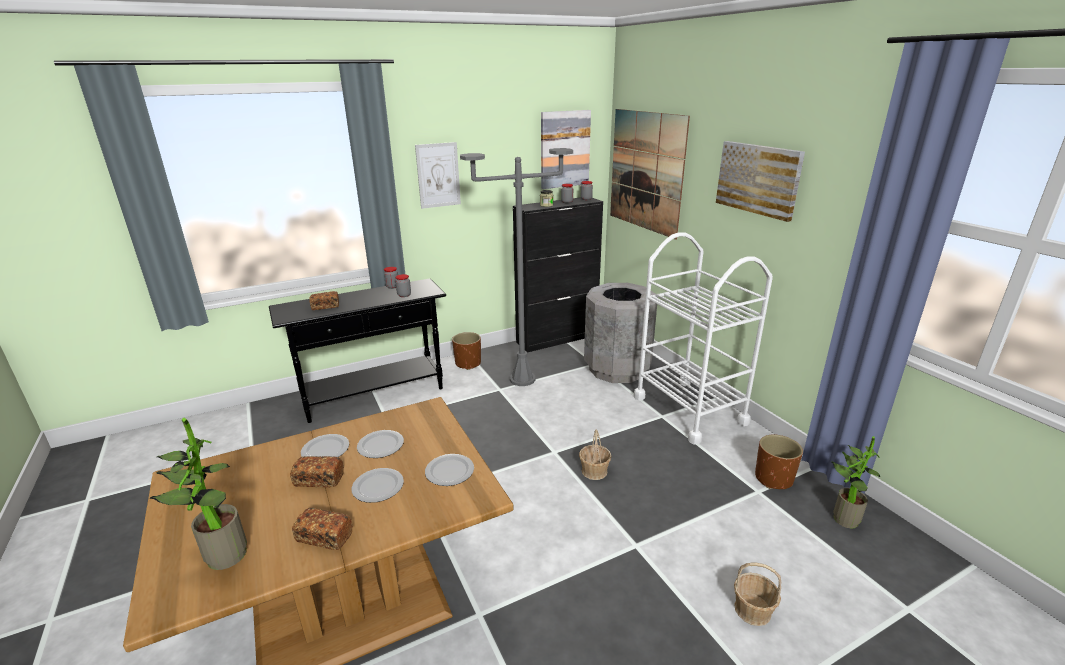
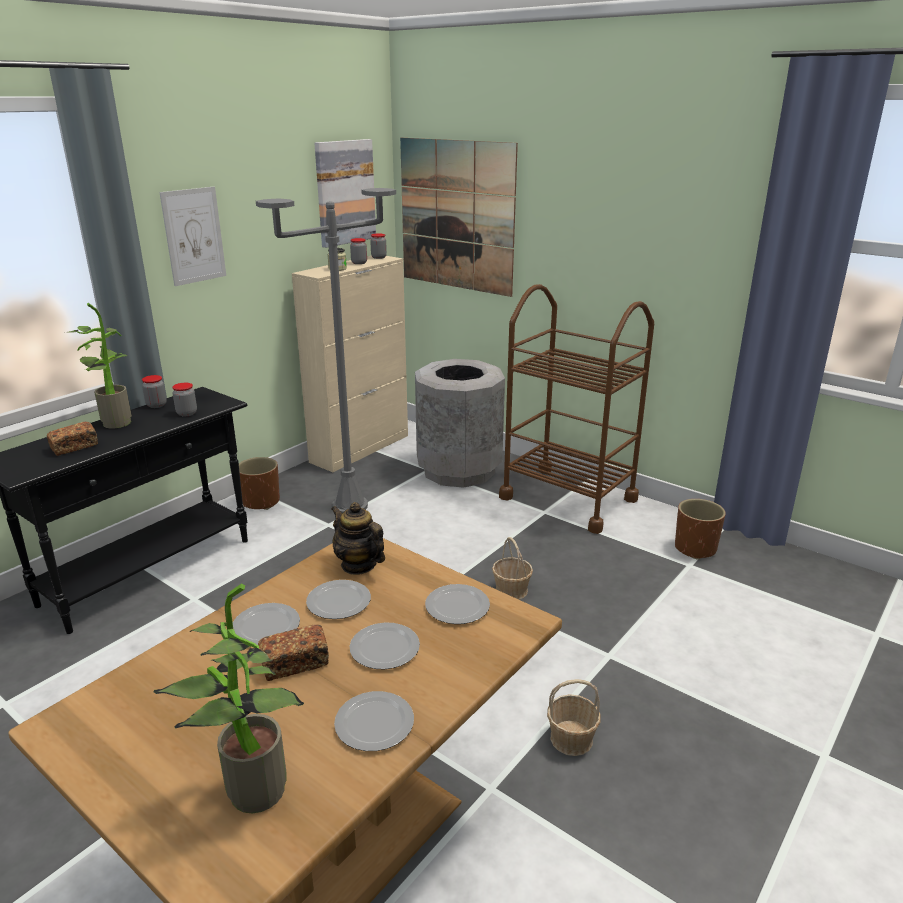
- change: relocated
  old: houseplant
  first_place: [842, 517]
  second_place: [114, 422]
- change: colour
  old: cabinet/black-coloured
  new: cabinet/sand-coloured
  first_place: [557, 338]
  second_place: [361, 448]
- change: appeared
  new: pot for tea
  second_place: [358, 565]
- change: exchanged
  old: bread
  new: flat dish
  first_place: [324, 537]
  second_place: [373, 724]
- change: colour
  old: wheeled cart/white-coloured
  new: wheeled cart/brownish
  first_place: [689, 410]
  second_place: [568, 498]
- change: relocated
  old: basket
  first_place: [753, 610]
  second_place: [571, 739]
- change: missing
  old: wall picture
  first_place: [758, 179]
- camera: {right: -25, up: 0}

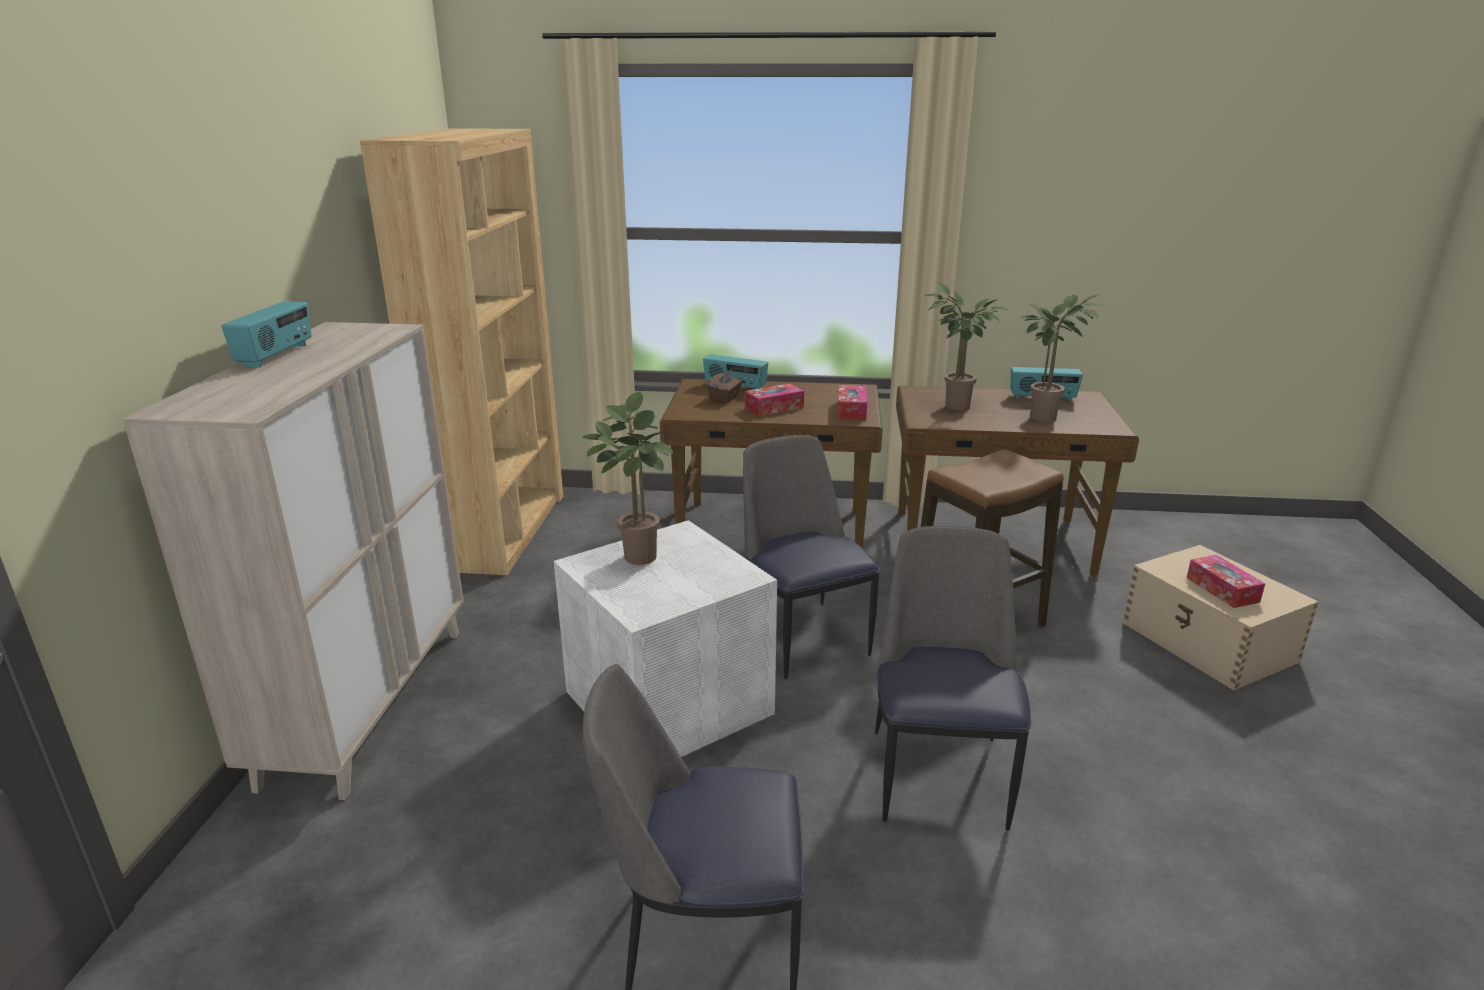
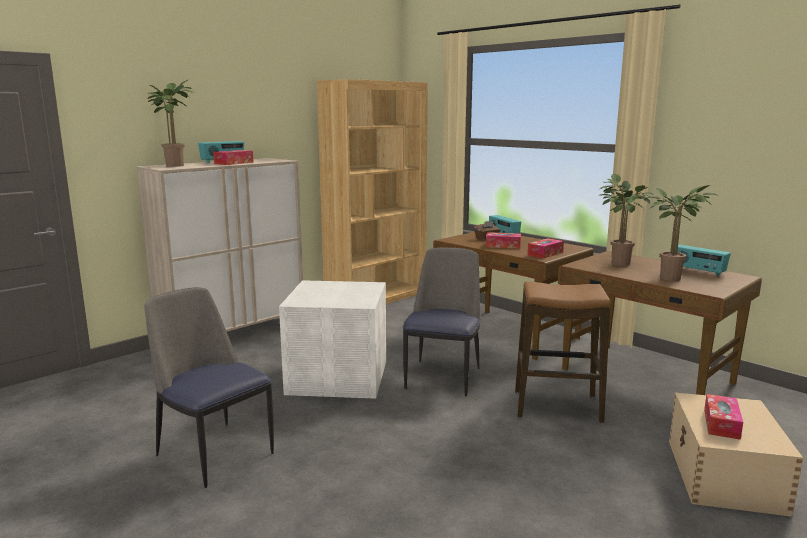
- change: relocated
  old: houseplant
  first_place: [635, 555]
  second_place: [175, 165]
- change: appeared
  new: box of tissues
  second_place: [234, 163]
- change: missing
  old: chair
  first_place: [939, 774]
- camera: {right: 40, up: -10}

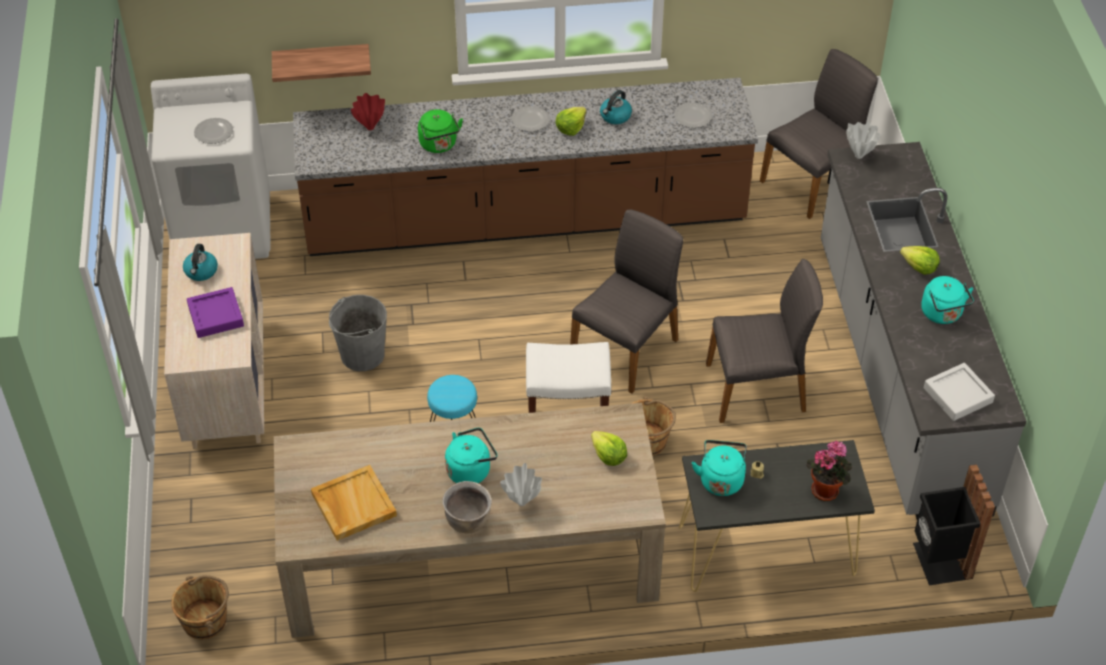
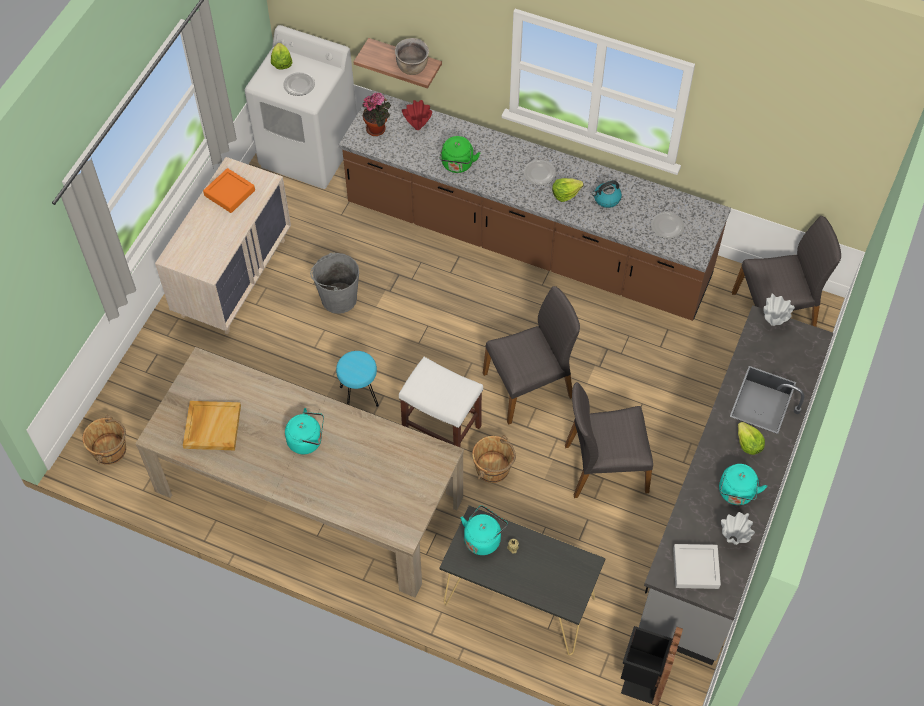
- change: exchanged
  old: water kettle
  new: carrying tray/orange-coloured
  first_place: [201, 271]
  second_place: [229, 193]
- change: relocated
  old: lettuce head
  first_place: [608, 456]
  second_place: [281, 62]
- change: relocated
  old: houseplant
  first_place: [826, 489]
  second_place: [377, 129]
- change: relocated
  old: saucepot/brownish
  first_place: [468, 521]
  second_place: [412, 68]
- change: spun
  old: chair/greyish
  first_place: [757, 388]
  second_place: [604, 467]
  degrees: 150
- change: relocated
  old: decorative vase/white-coloured
  first_place: [521, 503]
  second_place: [732, 540]
- change: missing
  old: carrying tray/purple-coloured
  first_place: [216, 316]
- camera: {right: 30, up: 10}

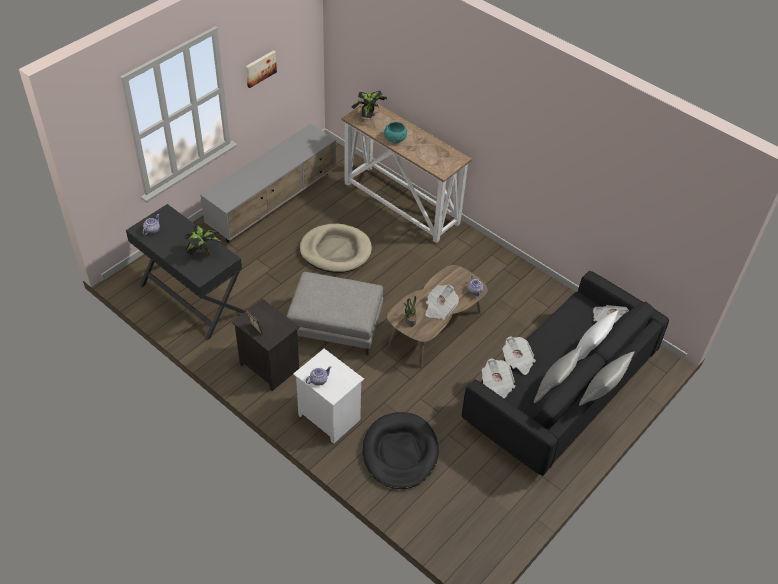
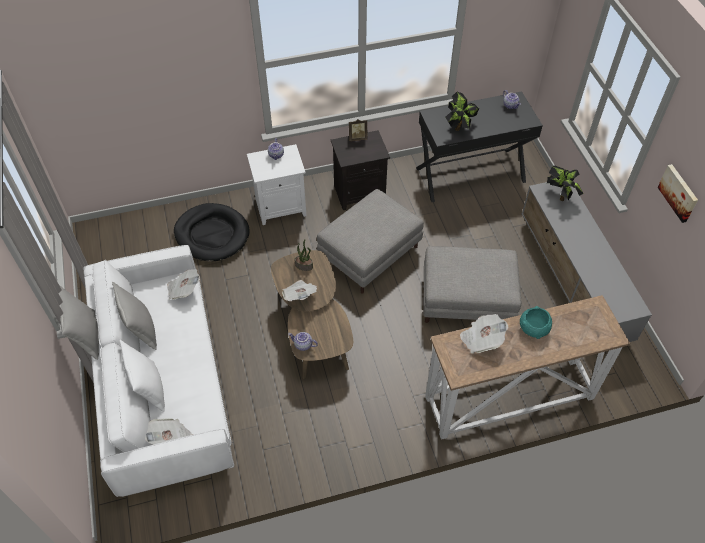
- change: colour
  old: couch/black-coloured
  new: couch/white-coloured
  first_place: [559, 391]
  second_place: [165, 384]
- change: exchanged
  old: dog cushion/sand-coloured
  new: footrest/greyish
  first_place: [335, 251]
  second_place: [468, 300]
- change: relocated
  old: printed paper
  first_place: [517, 361]
  second_place: [481, 339]
- change: relocated
  old: houseplant
  first_place: [369, 116]
  second_place: [560, 195]
- camera: {right: 125, up: 5}

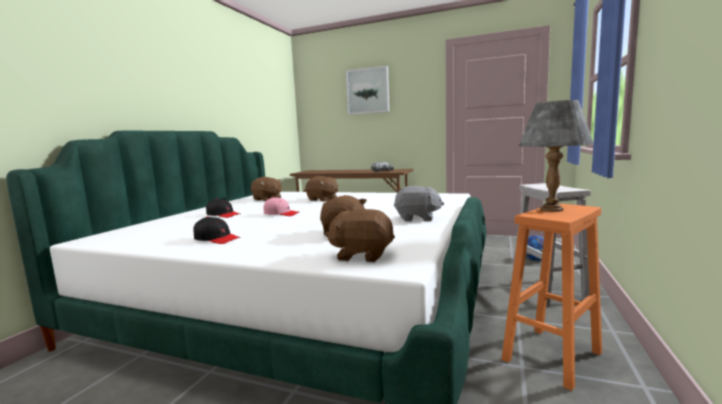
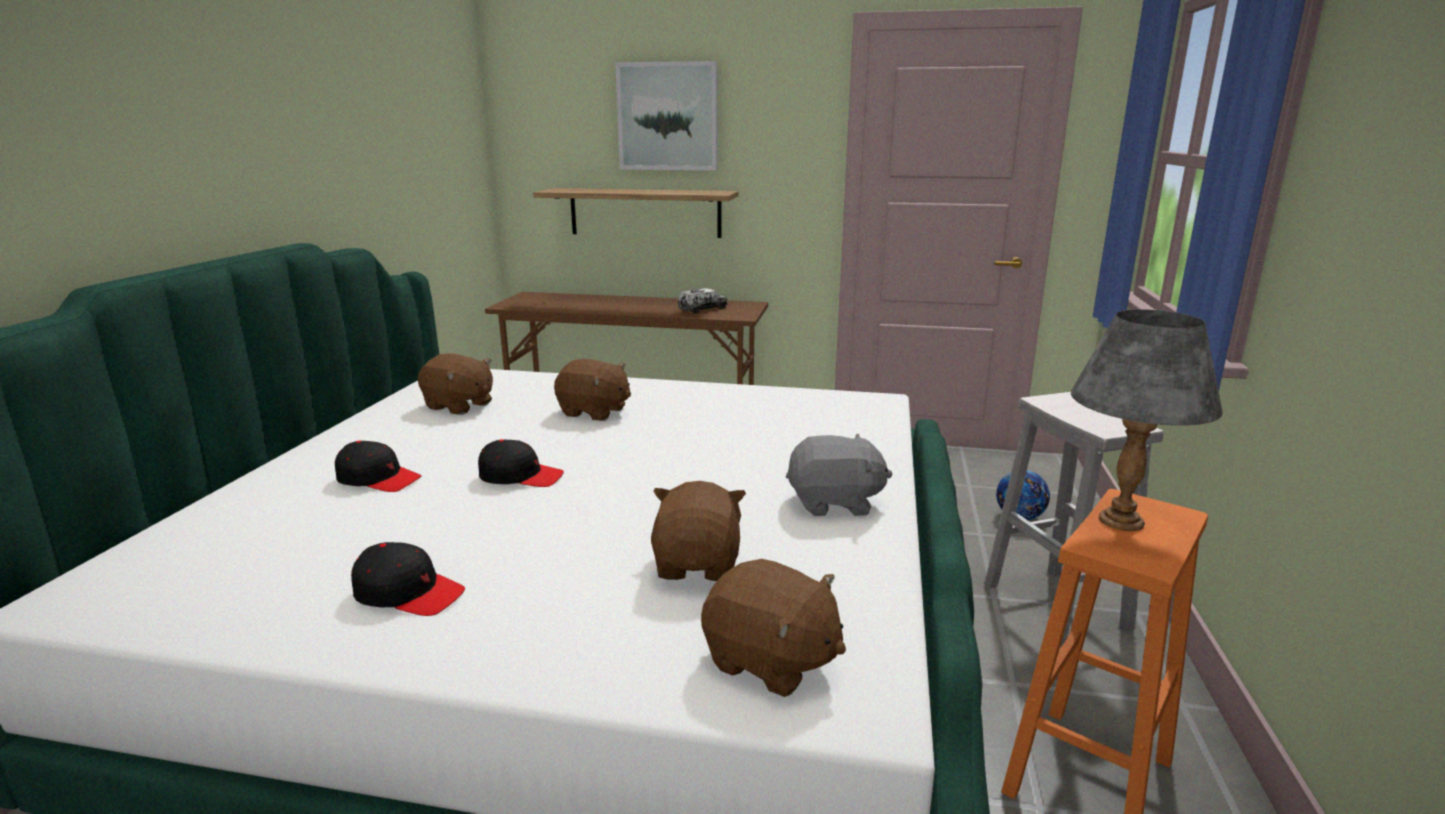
- change: colour
  old: cap/pinkish
  new: cap/black-coloured
  first_place: [281, 214]
  second_place: [520, 476]
- change: appeared
  new: shelf
  second_place: [645, 212]
- change: spun
  old: soft toy/brownish
  first_place: [362, 255]
  second_place: [771, 661]
  degrees: -150
- camera: {right: -10, up: 10}

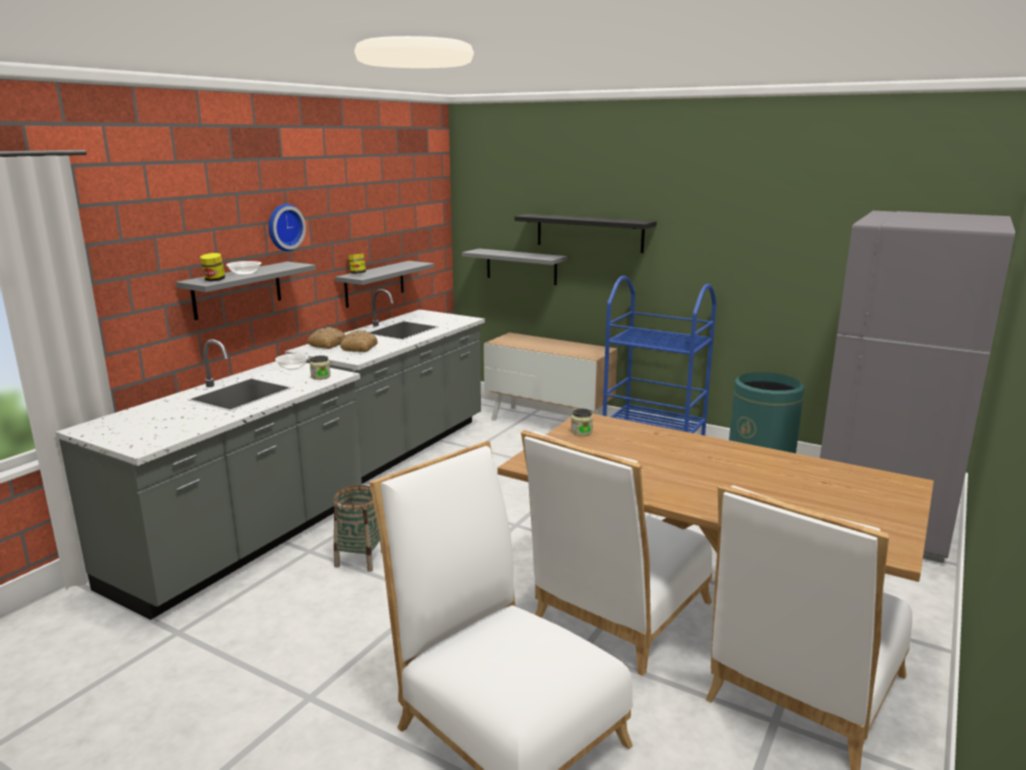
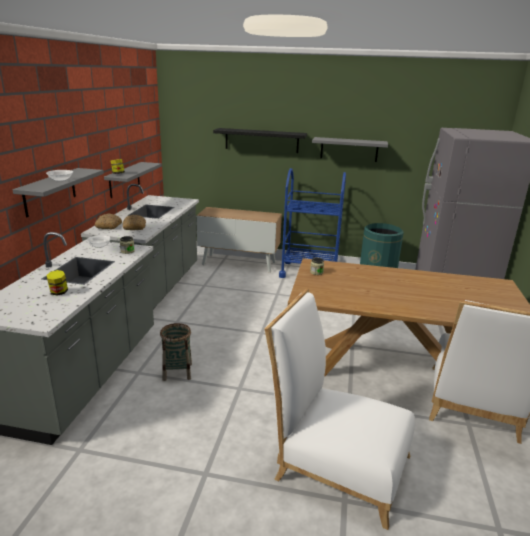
- change: relocated
  old: preserve jar
  first_place: [214, 280]
  second_place: [59, 292]
- change: relocated
  old: shelf/greyish
  first_place: [521, 266]
  second_place: [349, 149]
- change: missing
  old: clock on the wall
  first_place: [283, 227]
- change: missing
  old: chair/white-coloured
  first_place: [616, 618]
- camera: {right: -20, up: 5}

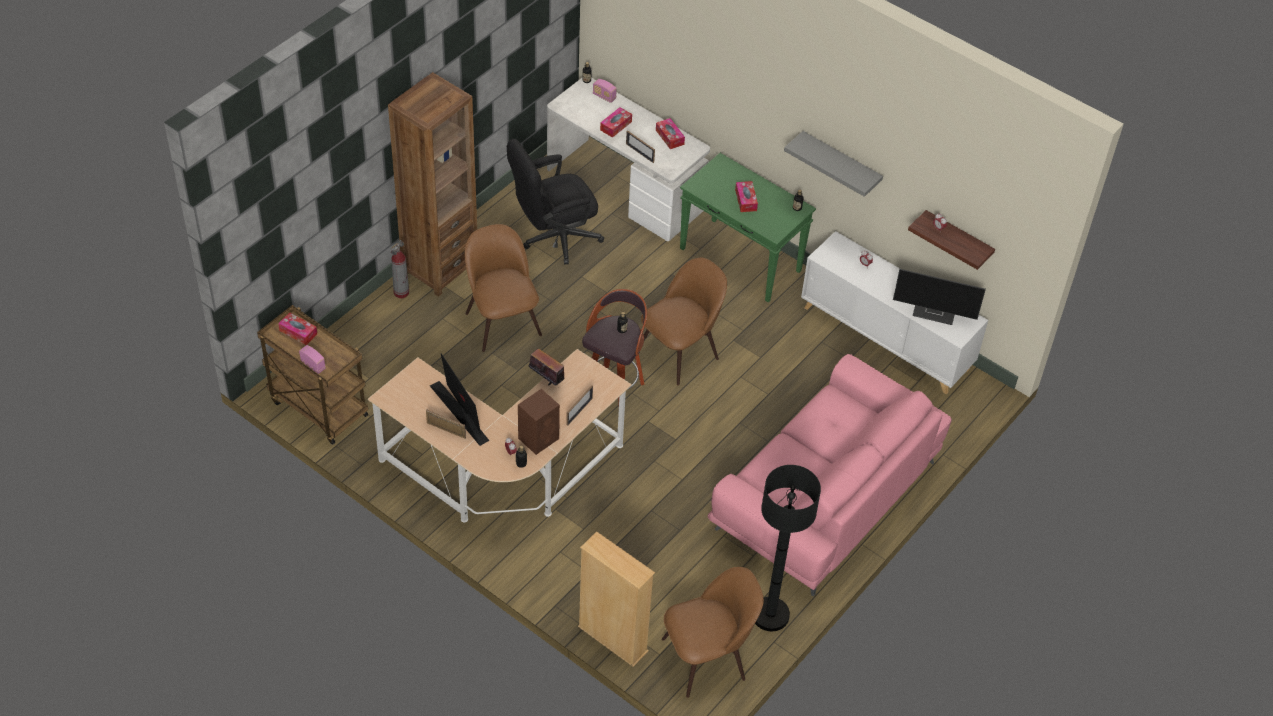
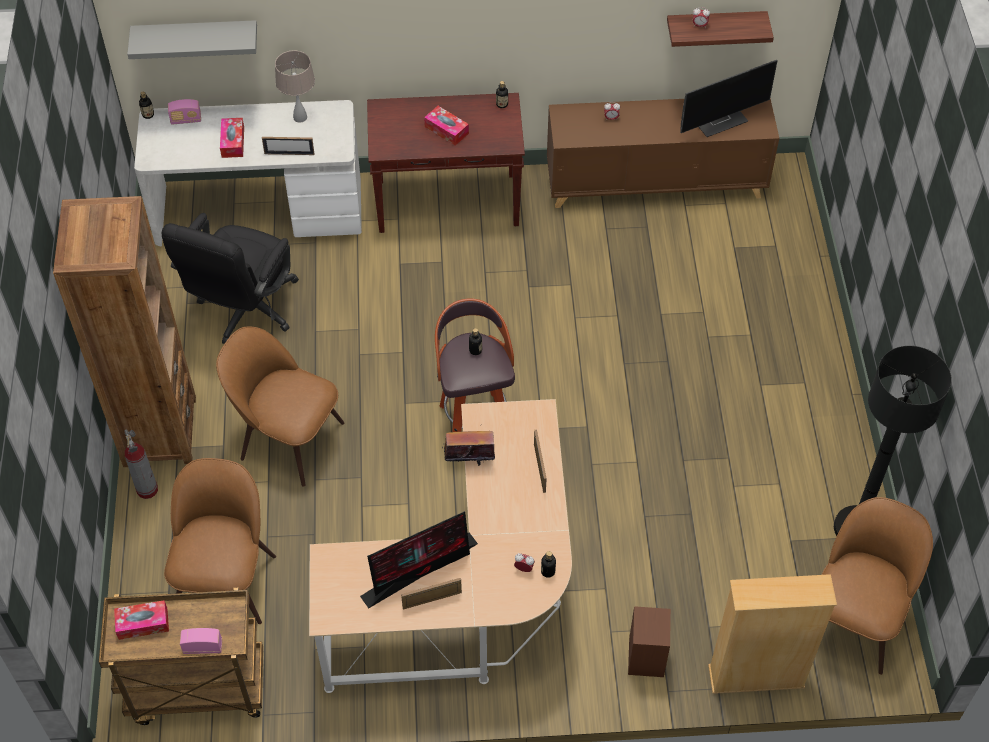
- change: relocated
  old: shelf/greyish
  first_place: [840, 163]
  second_place: [196, 37]
- change: relocated
  old: chair/brownish
  first_place: [680, 351]
  second_place: [226, 579]
- change: exchanged
  old: box of tissues
  new: table lamp/sand-coloured
  first_place: [669, 137]
  second_place: [300, 117]
- change: spun
  old: computer display
  first_place: [458, 411]
  second_place: [421, 569]
  degrees: 135
- change: colour
  old: console table/greenish
  new: console table/brownish
  first_place: [741, 260]
  second_place: [449, 203]
- change: colour
  old: cabinet/white-coloured
  new: cabinet/brownish
  first_place: [886, 338]
  second_place: [656, 184]
- change: relocated
  old: audio speaker/brownish
  first_place: [539, 438]
  second_place: [646, 656]
- change: missing
  old: couch/pinkish
  first_place: [825, 495]
- camera: {right: -40, up: 5}

